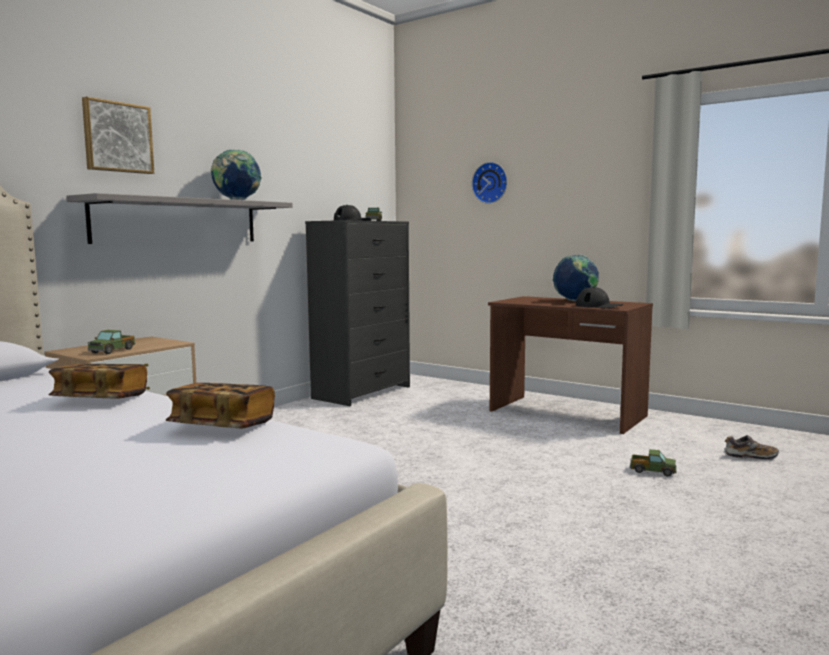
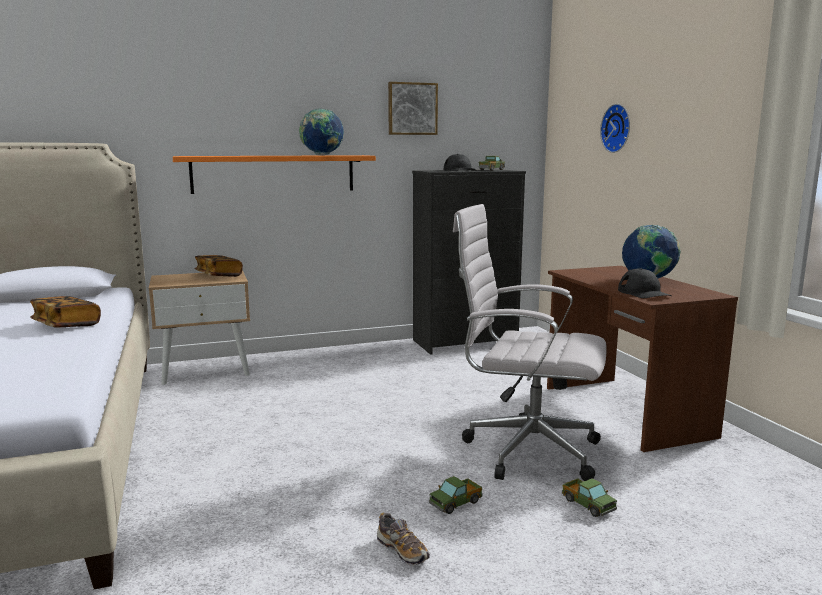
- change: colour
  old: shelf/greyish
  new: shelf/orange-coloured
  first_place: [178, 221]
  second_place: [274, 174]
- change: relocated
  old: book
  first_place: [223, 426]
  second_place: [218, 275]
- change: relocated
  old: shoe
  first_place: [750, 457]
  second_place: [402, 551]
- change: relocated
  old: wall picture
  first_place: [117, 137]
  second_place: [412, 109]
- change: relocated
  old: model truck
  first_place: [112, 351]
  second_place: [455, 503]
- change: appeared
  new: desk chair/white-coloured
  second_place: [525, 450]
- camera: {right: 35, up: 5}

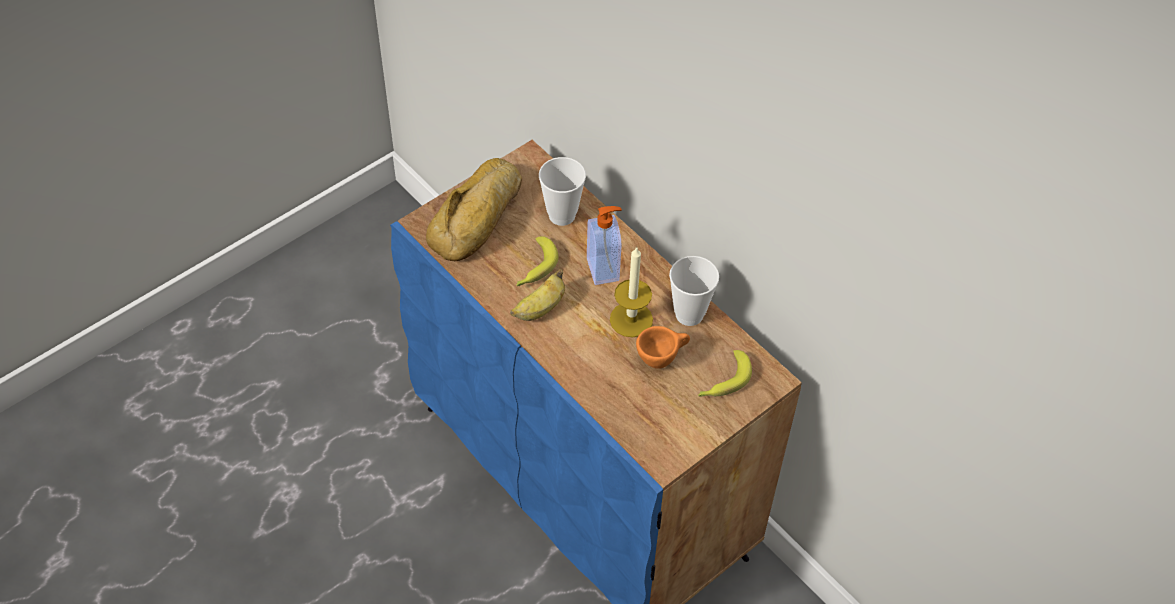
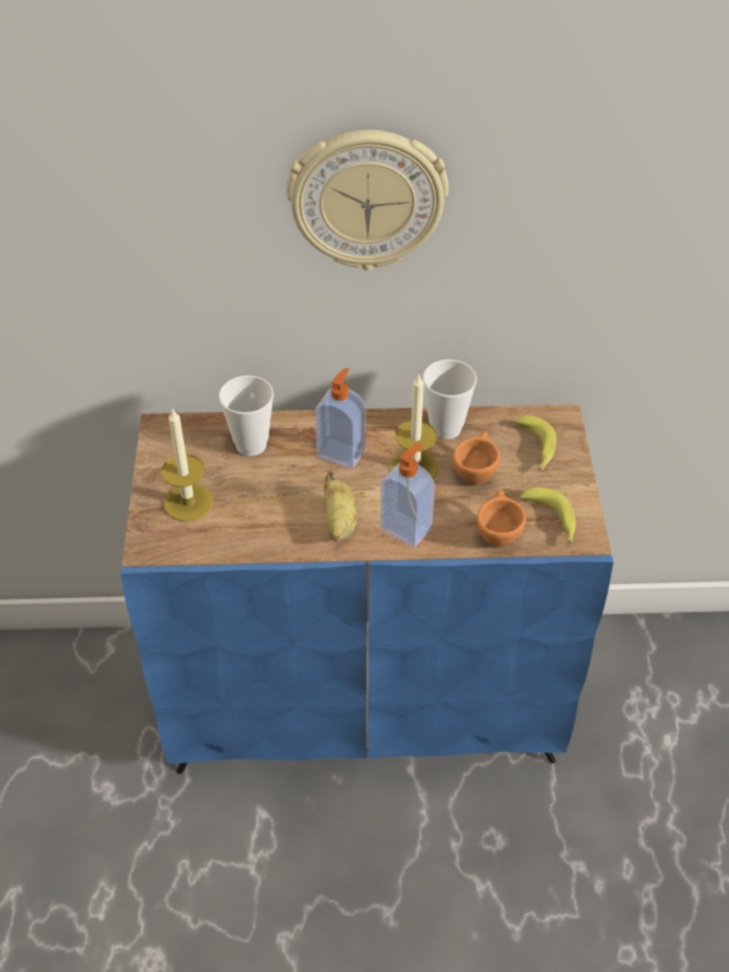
- change: exchanged
  old: bread
  new: wax candle
  first_place: [479, 217]
  second_place: [188, 502]
- change: appeared
  new: clock on the wall
  second_place: [367, 199]
- change: appeared
  new: liquid soap bottle
  second_place: [406, 528]
- change: appeared
  new: cup/orange-coloured
  second_place: [497, 534]
- change: relocated
  old: banana
  first_place: [534, 268]
  second_place: [552, 521]
- camera: {right: -50, up: -5}

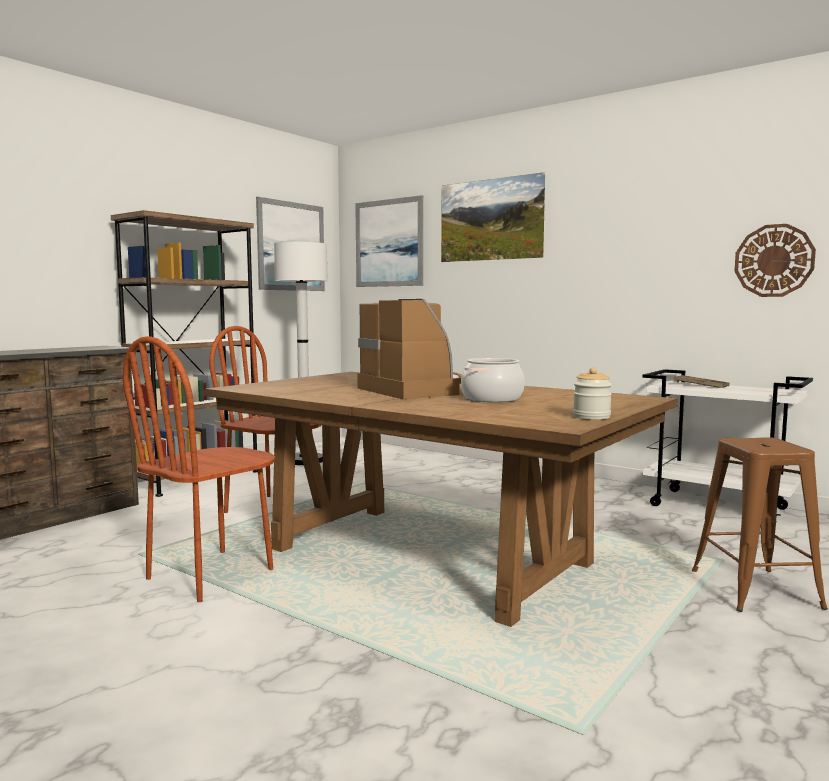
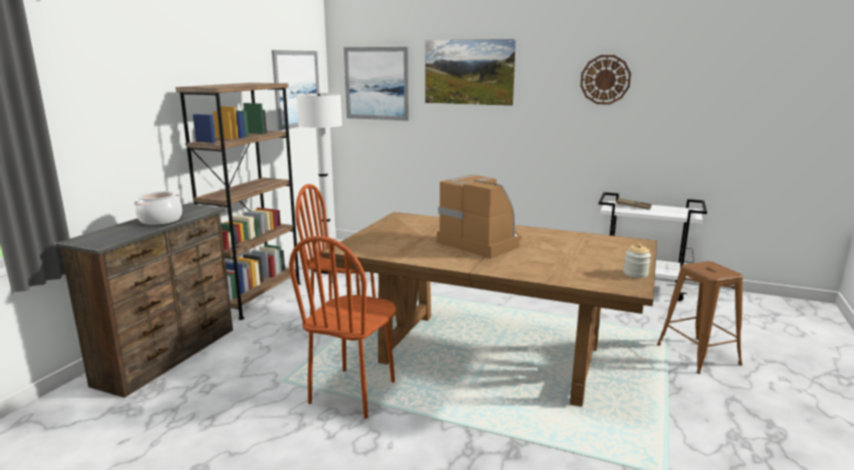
- change: relocated
  old: saucepot
  first_place: [492, 399]
  second_place: [160, 220]
- change: relocated
  old: clock on the wall
  first_place: [774, 260]
  second_place: [605, 79]
- camera: {right: -15, up: 10}

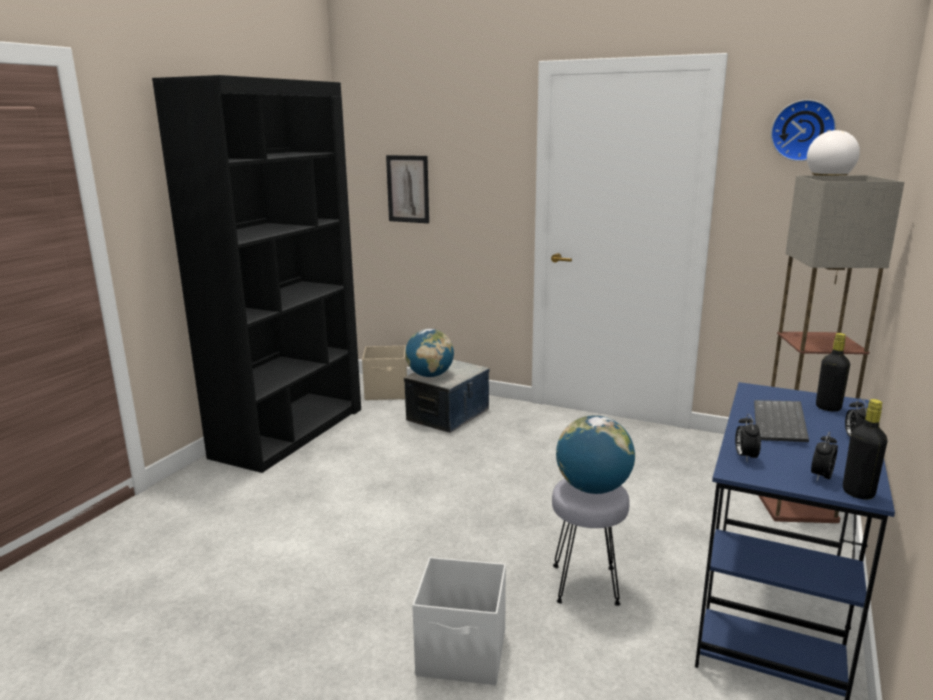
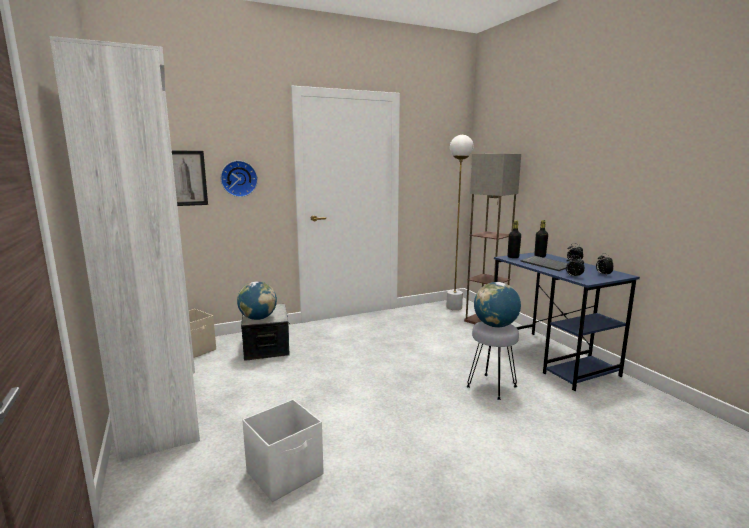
- change: colour
  old: shelving unit/black-coloured
  new: shelving unit/white-coloured
  first_place: [290, 432]
  second_place: [162, 406]
- change: relocated
  old: clock on the wall
  first_place: [802, 130]
  second_place: [238, 178]
- change: relocated
  old: storage container/white-coloured
  first_place: [463, 654]
  second_place: [286, 473]
- change: relocated
  old: beverage bottle/black-coloured
  first_place: [858, 493]
  second_place: [513, 257]
- camera: {right: -50, up: -5}

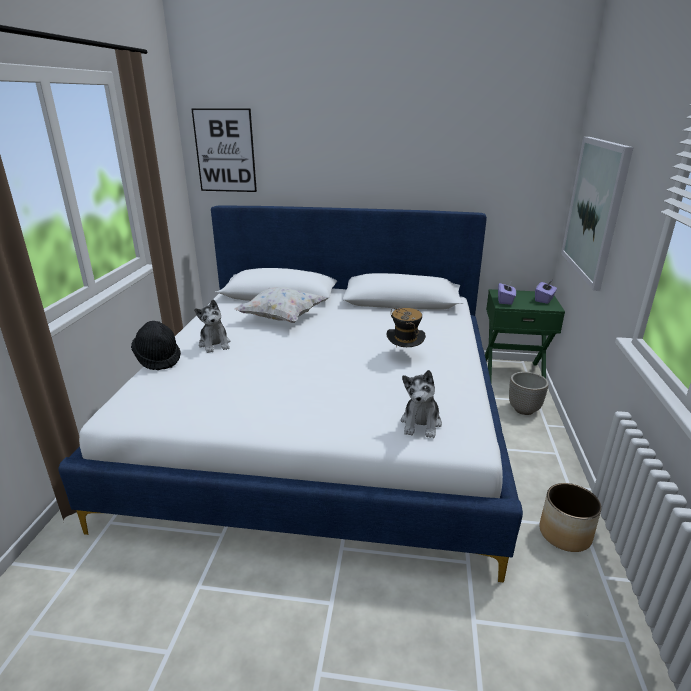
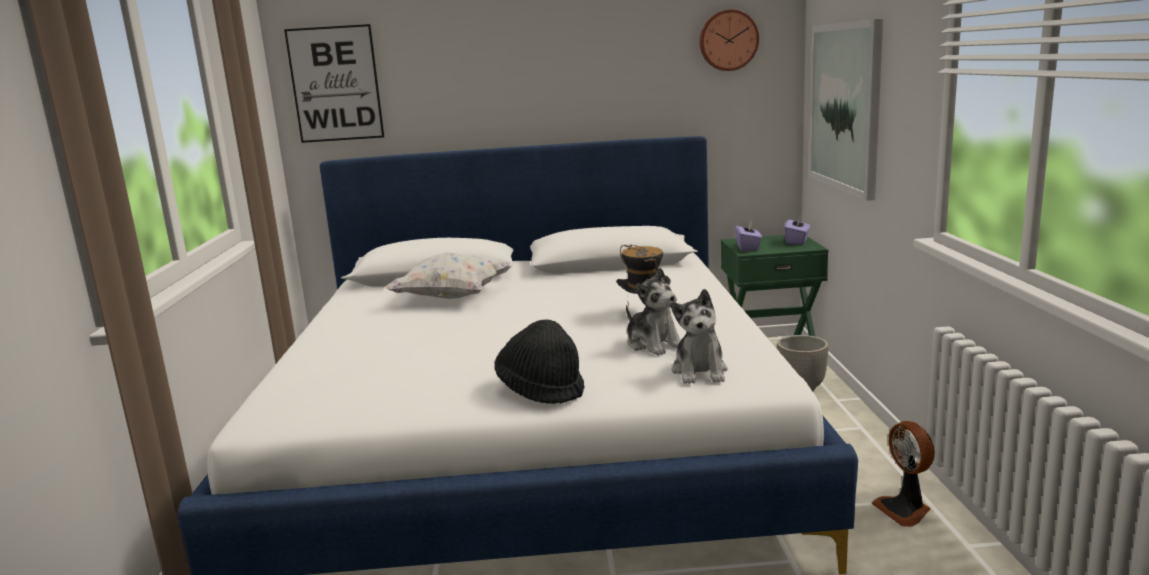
- change: relocated
  old: wearable hat/black-coloured
  first_place: [158, 359]
  second_place: [541, 389]
- change: relocated
  old: soft toy
  first_place: [215, 344]
  second_place: [653, 344]
- change: appeared
  new: clock on the wall
  second_place: [728, 40]
- change: exchanged
  old: planter
  new: cooling fan
  first_place: [565, 534]
  second_place: [904, 510]
- camera: {right: -10, up: -10}

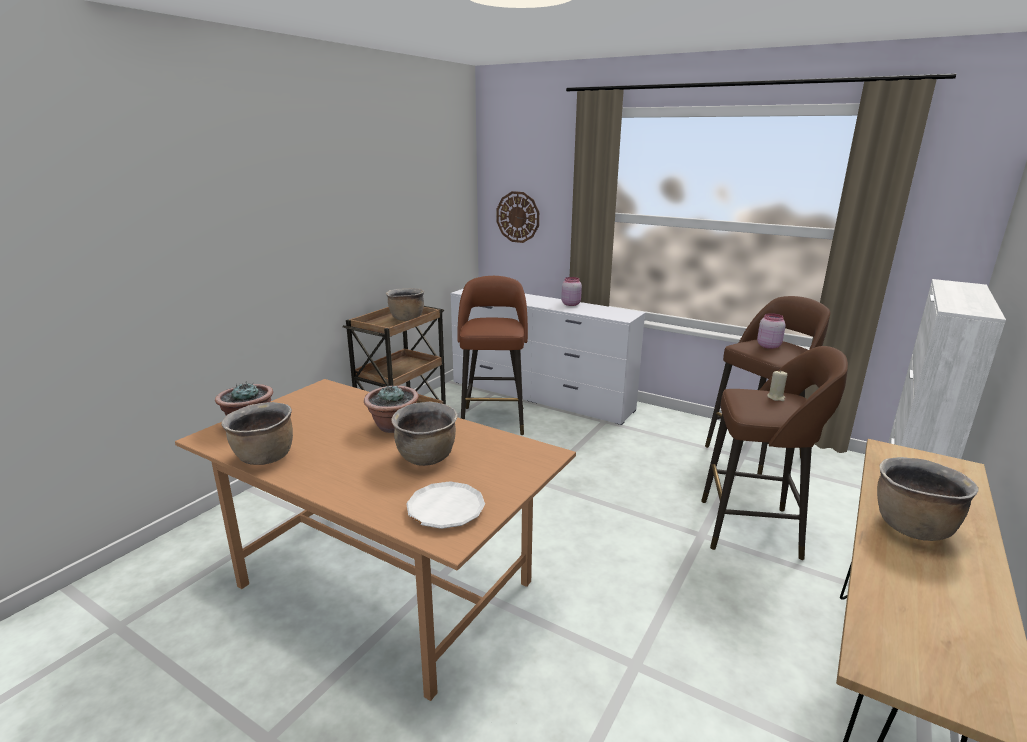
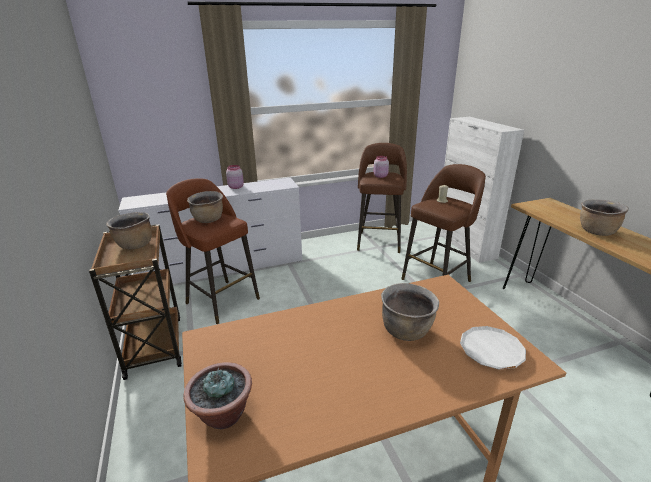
- change: relocated
  old: saucepot/brownish
  first_place: [264, 458]
  second_place: [208, 220]
- change: missing
  old: houseplant
  first_place: [393, 426]
- change: missing
  old: clock on the wall
  first_place: [518, 217]
- camera: {right: -50, up: 5}

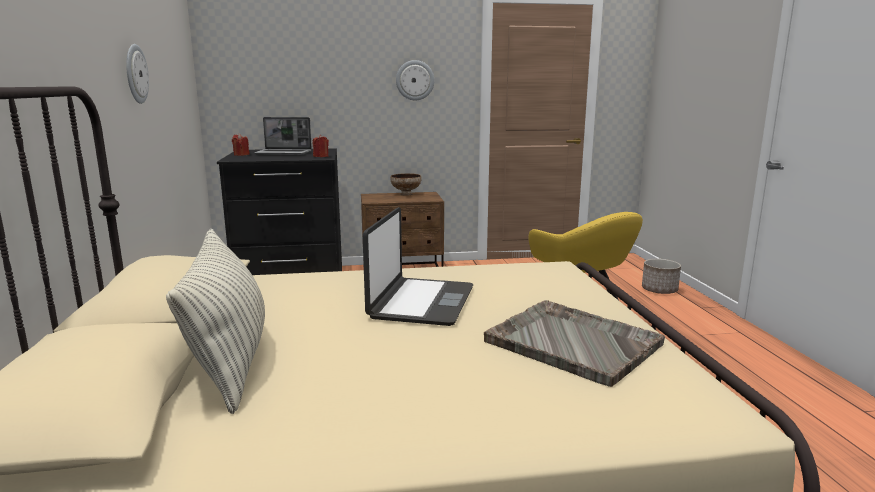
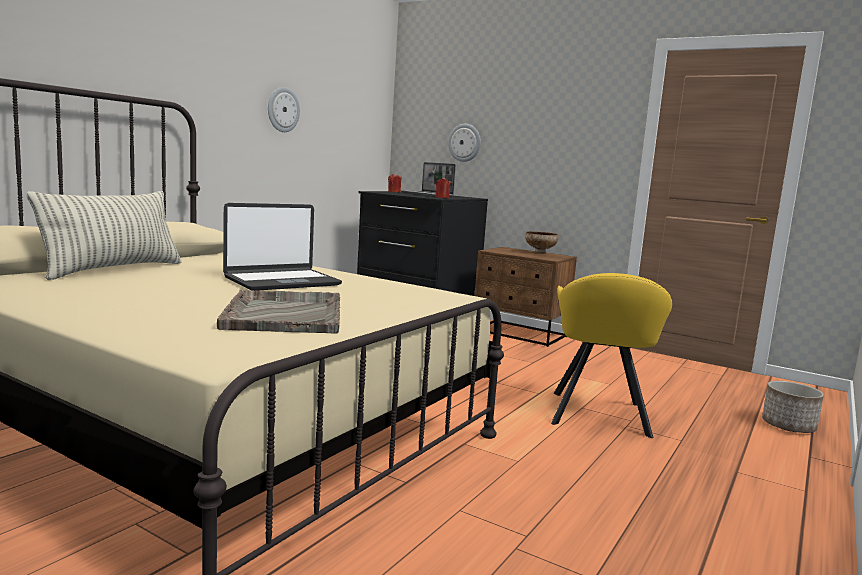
- change: relocated
  old: clock on the wall
  first_place: [415, 80]
  second_place: [464, 142]
- camera: {right: 40, up: -5}

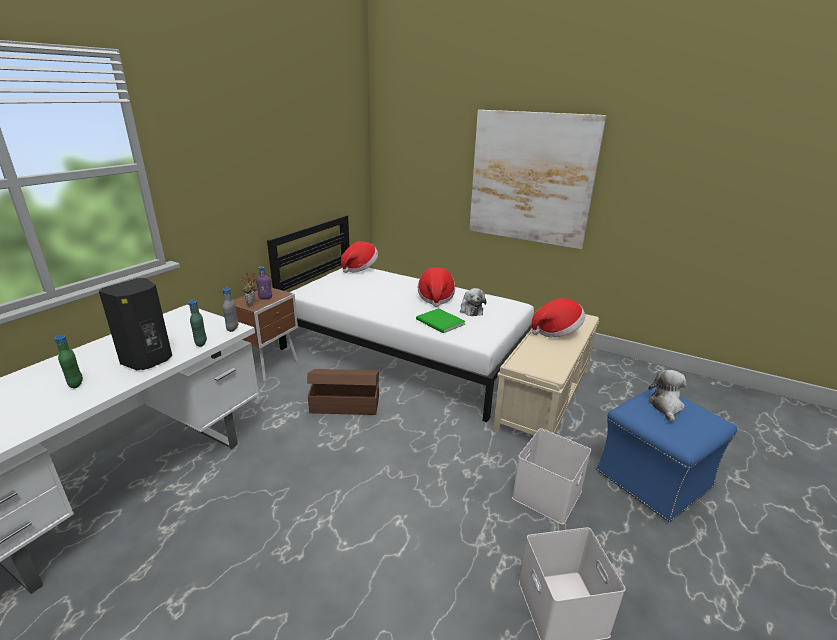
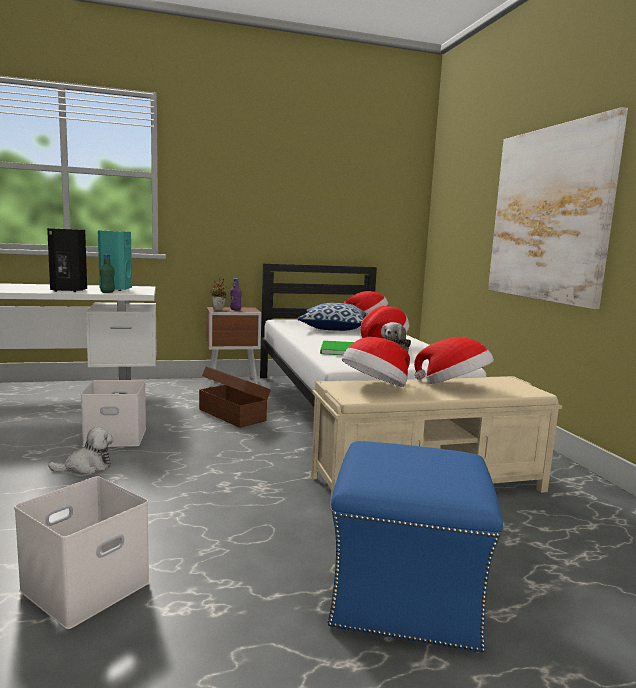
- change: relocated
  old: soft toy
  first_place: [665, 406]
  second_place: [86, 467]
- change: relocated
  old: storage container/white-coloured
  first_place: [546, 493]
  second_place: [117, 436]
- change: appeared
  new: audio speaker/blue-green
  second_place: [115, 289]
- change: appeared
  new: cushion
  second_place: [333, 328]
- change: appeared
  new: wearable hat
  second_place: [375, 387]
- change: missing
  old: beverage bottle/greenish
  first_place: [76, 384]
- change: missing
  old: beverage bottle/greyish
  first_place: [232, 329]
- camera: {right: 45, up: -15}

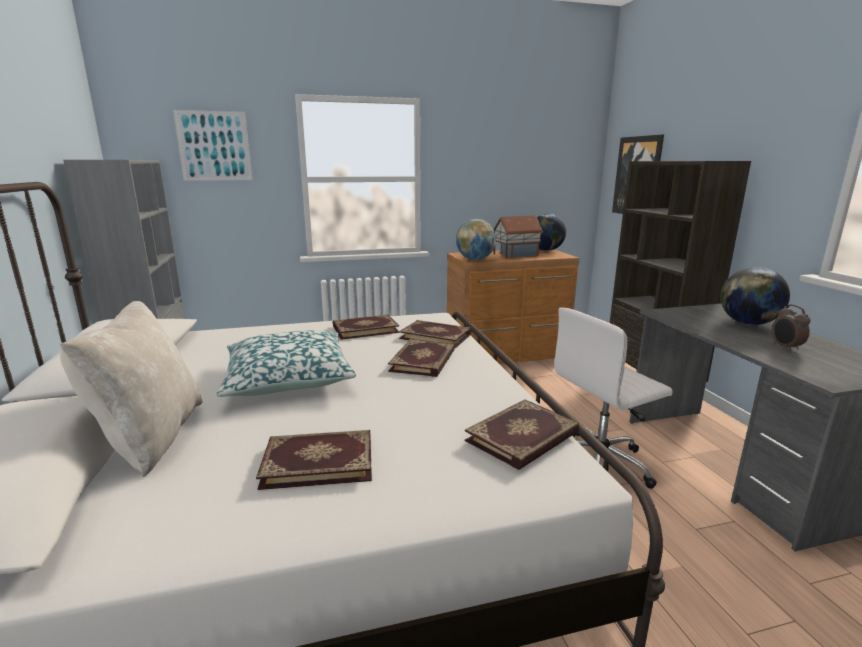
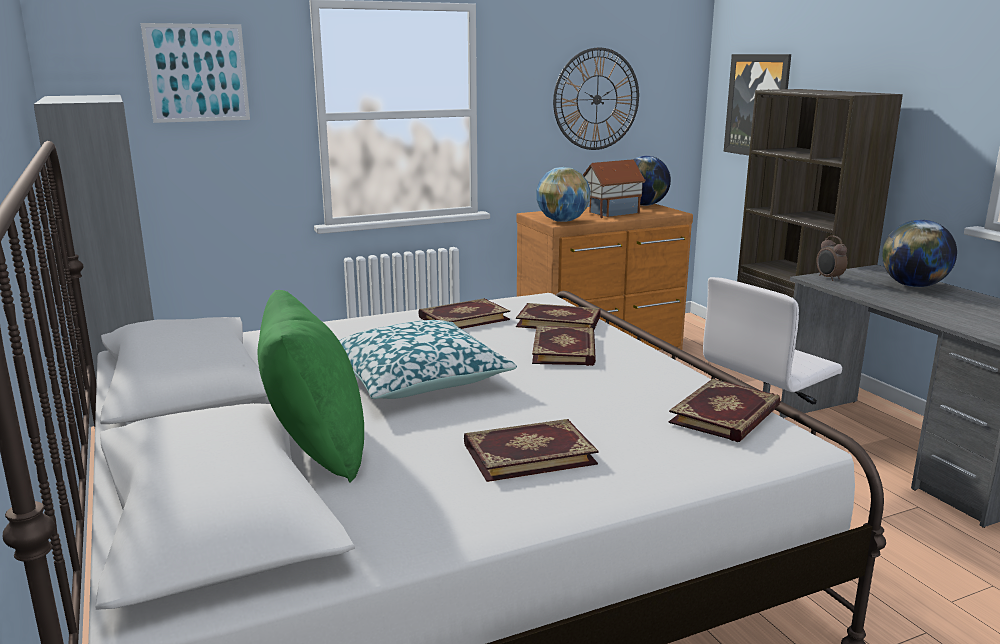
- change: colour
  old: cushion/sand-coloured
  new: cushion/greenish
  first_place: [150, 437]
  second_place: [316, 448]
- change: appeared
  new: clock on the wall
  second_place: [596, 99]
- change: relocated
  old: bedside clock
  first_place: [785, 347]
  second_place: [829, 278]
- camera: {right: -10, up: 0}

